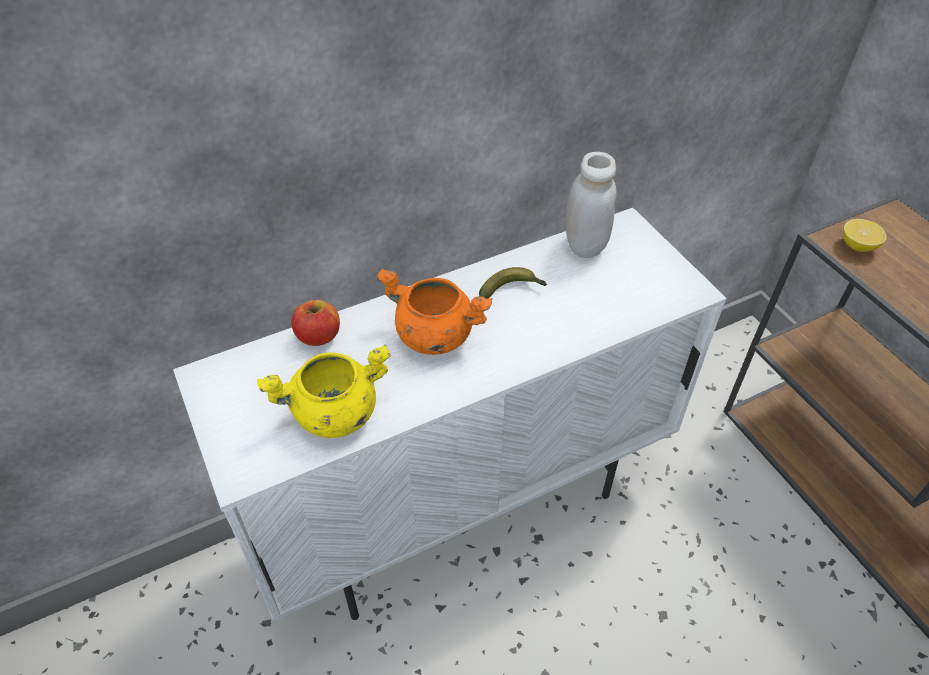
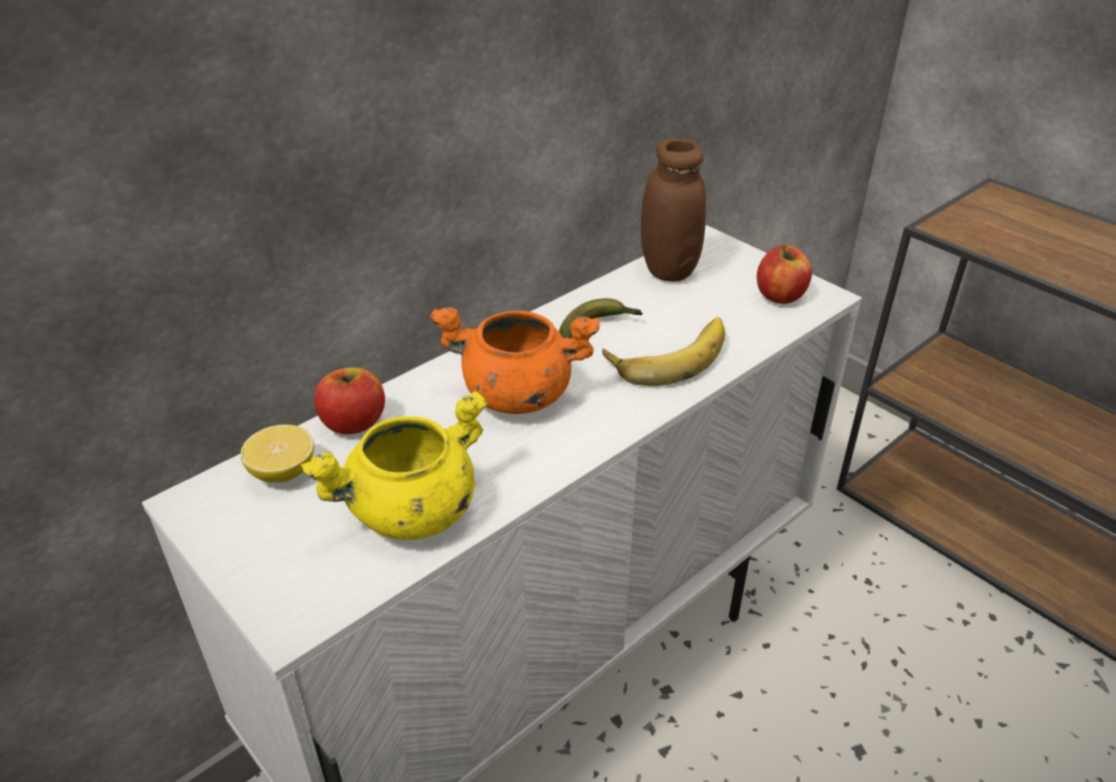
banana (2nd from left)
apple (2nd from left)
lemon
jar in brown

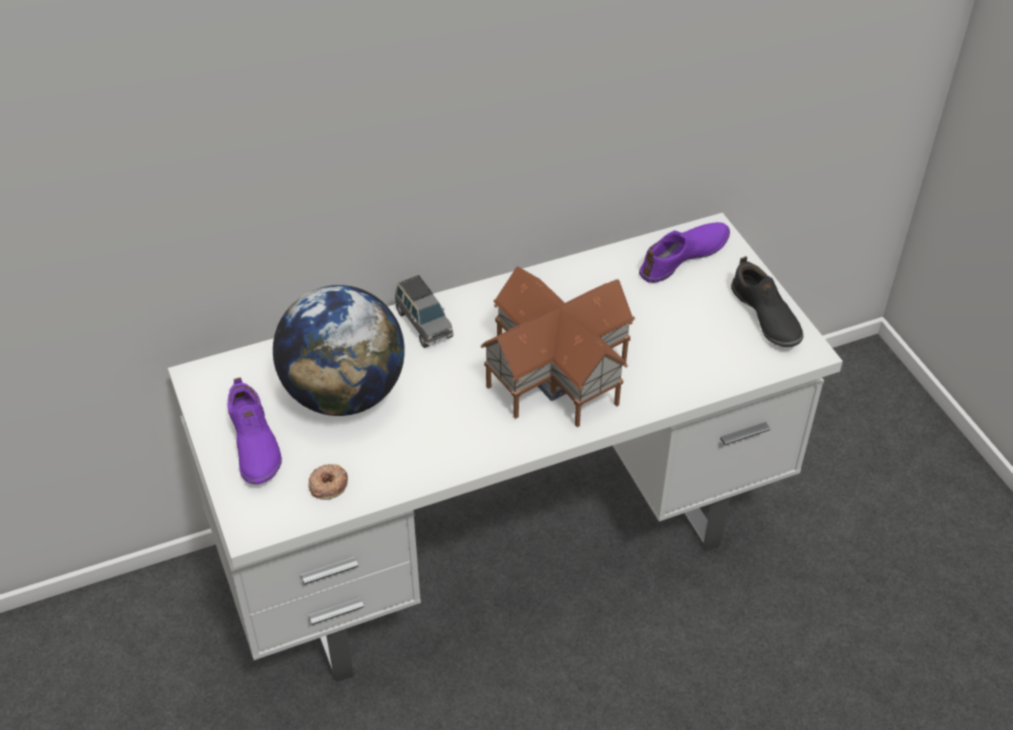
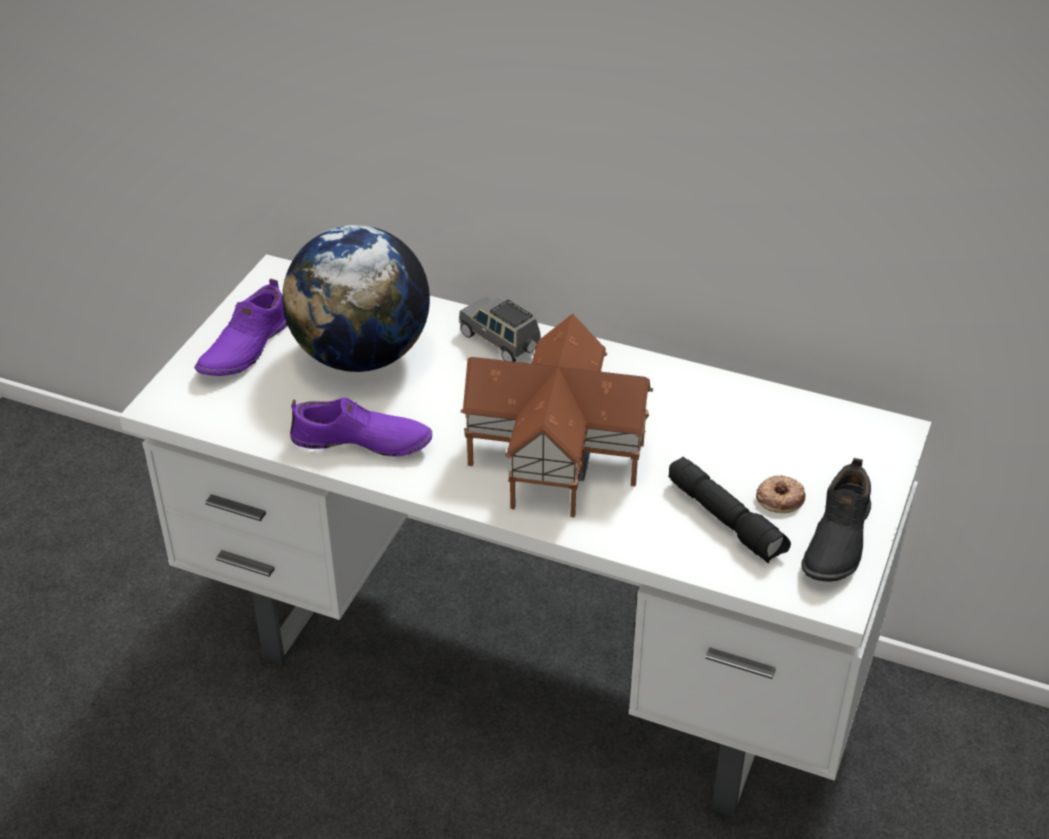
flashlight in black
donut
shoe in purple (2nd from left)
toy car in grey

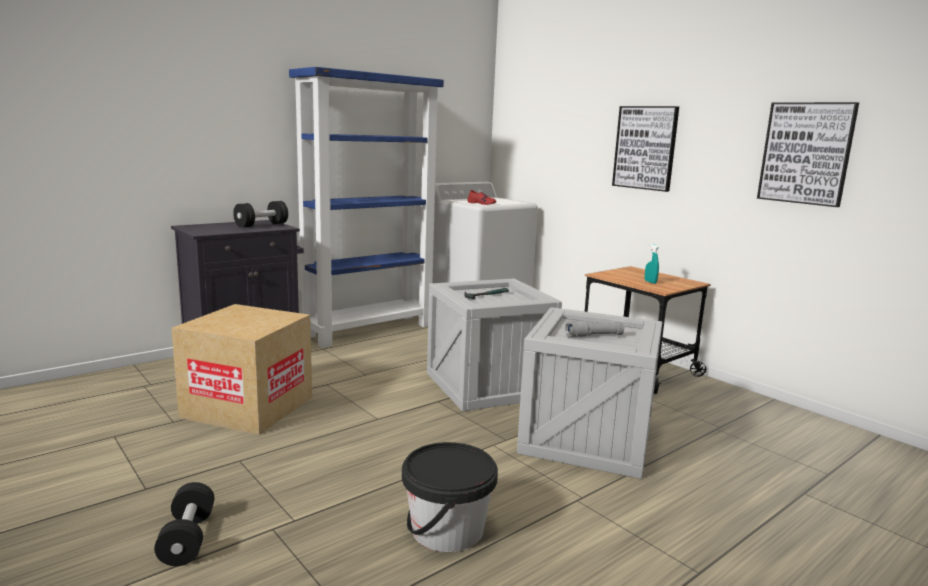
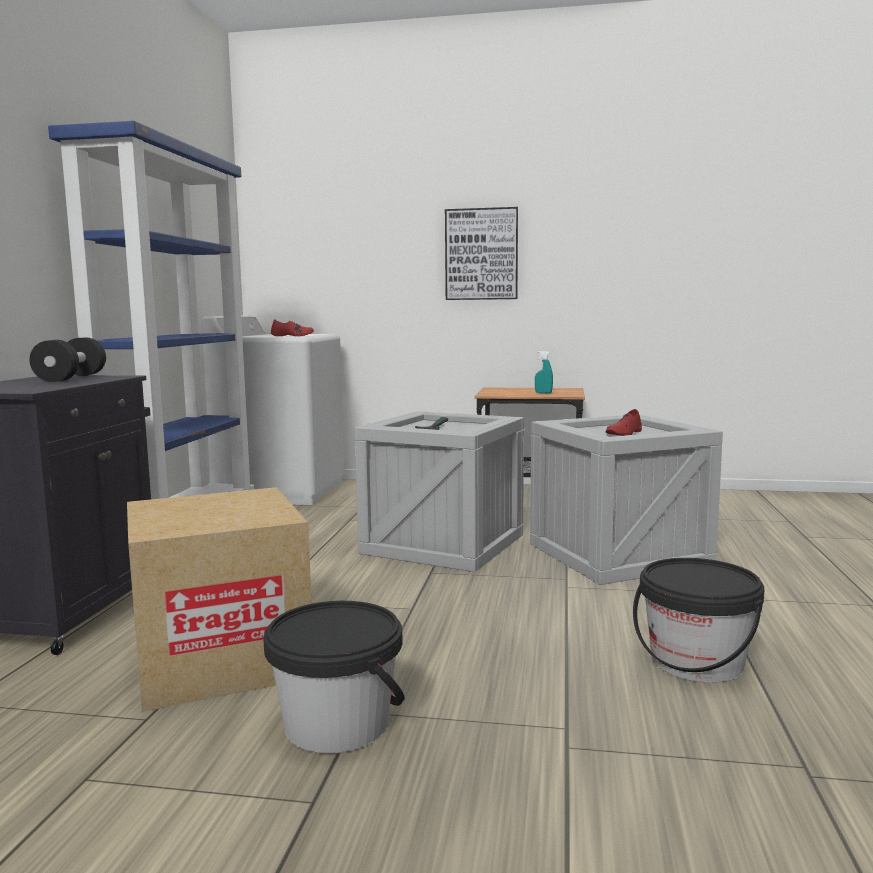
dumbbell in black (1st from left in the first image)
picture (2nd from left in the first image)
bucket in black (1st from left)
shoe in red (2nd from left)

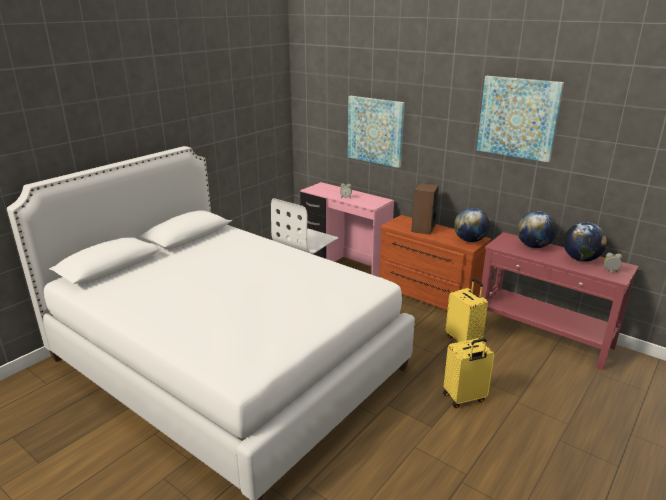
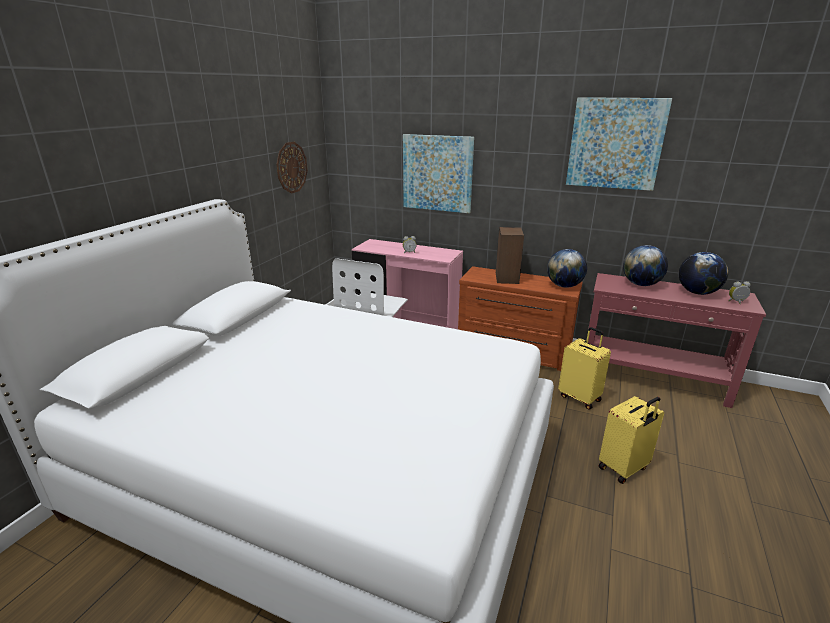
wall clock

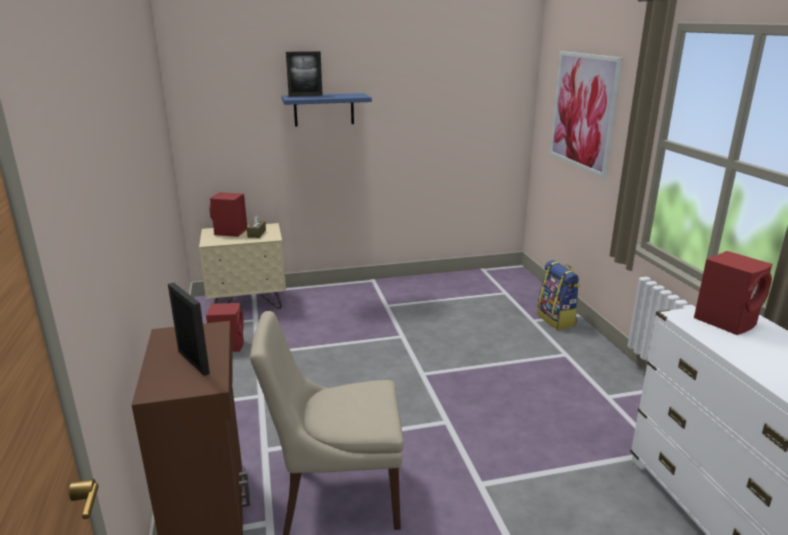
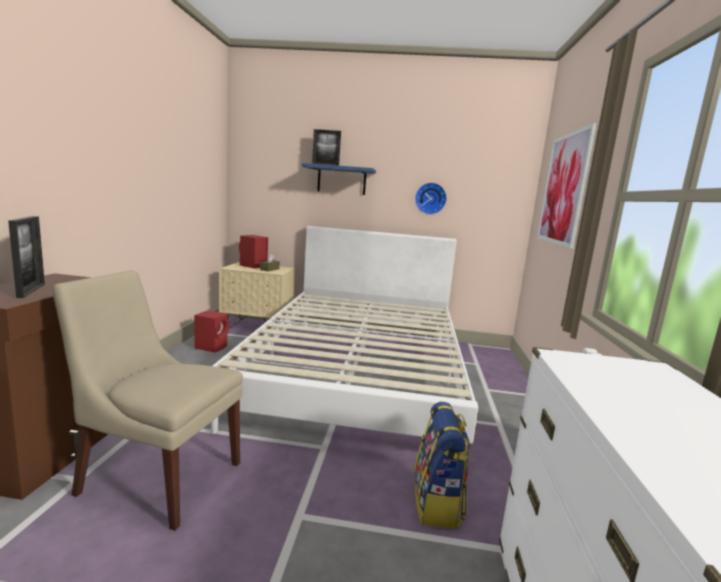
speaker in red (3rd from left in the first image)
bed in white
wall clock
backpack

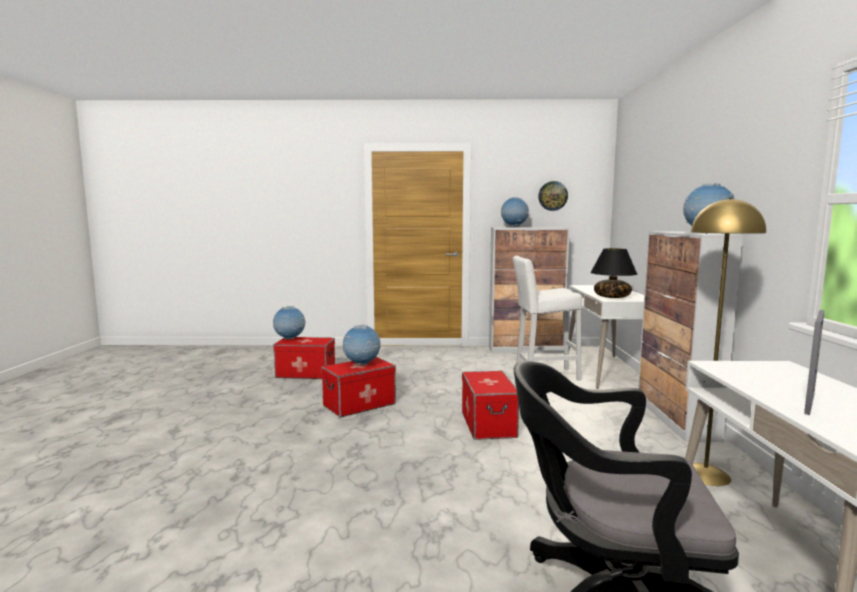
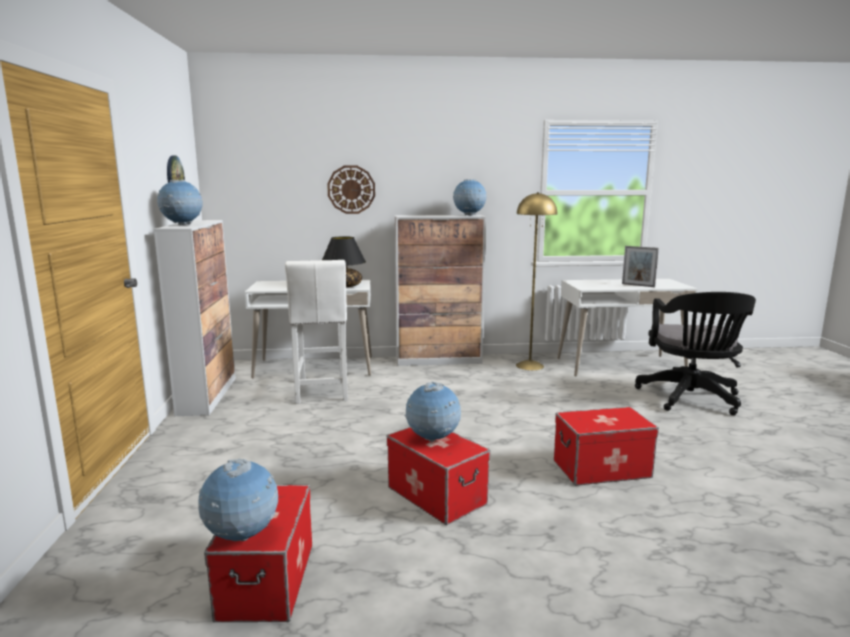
wall clock (2nd from left)
storage box (3rd from left)

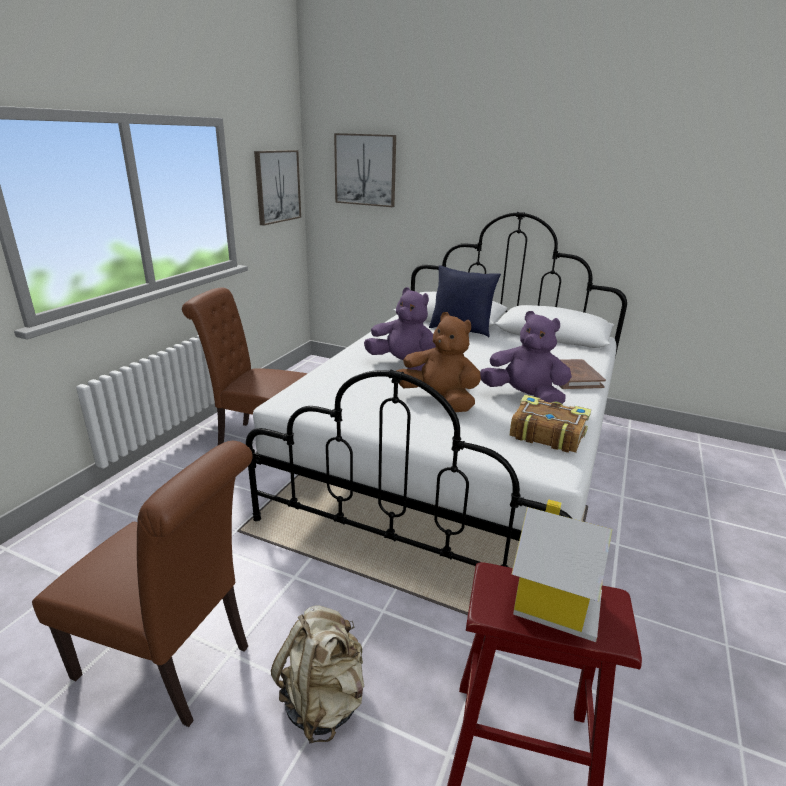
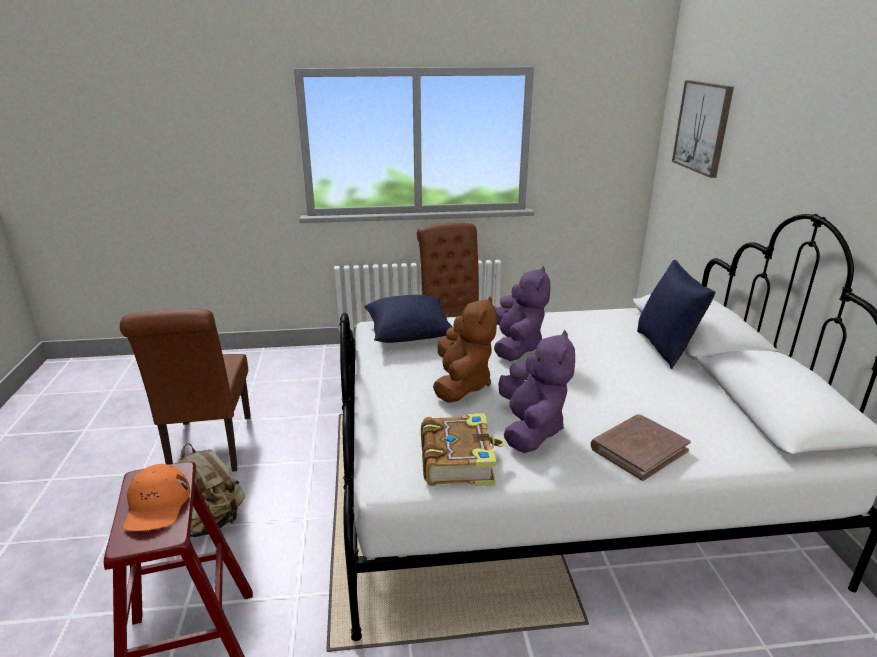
picture (1st from left in the first image)
pillow in blue (1st from left)
cap in orange

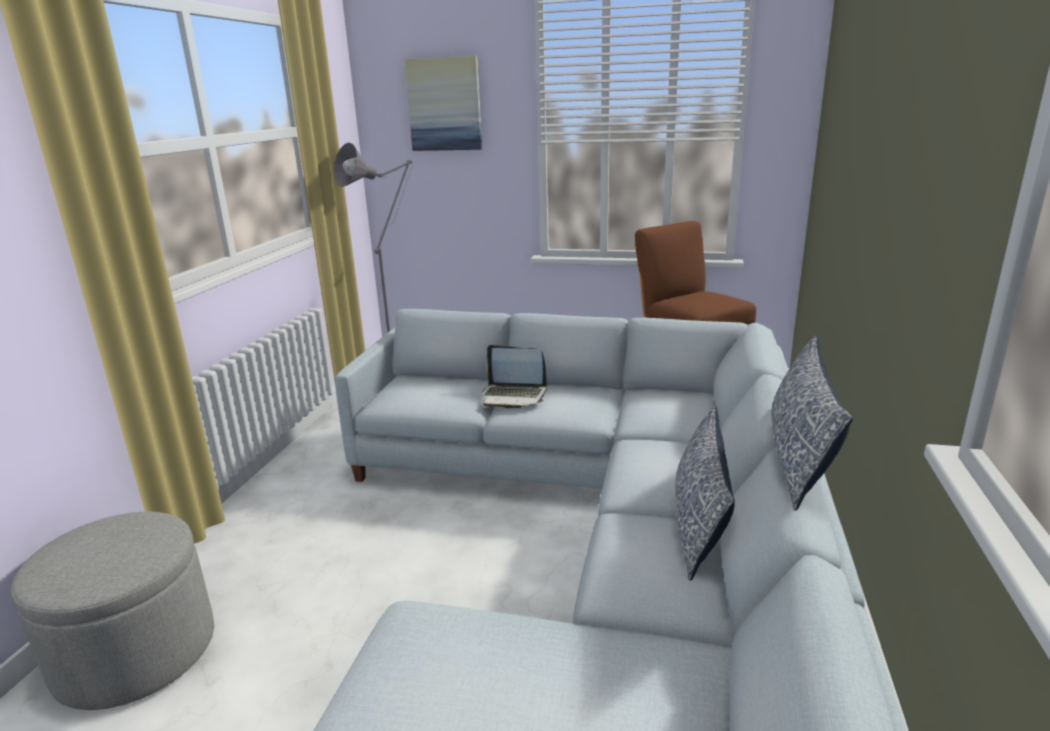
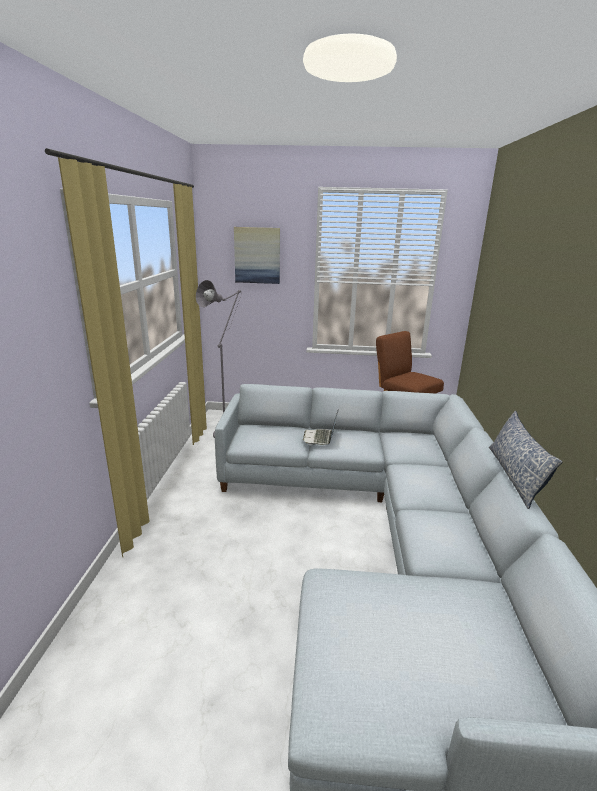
ottoman in grey
pillow (1st from left in the first image)
laptop

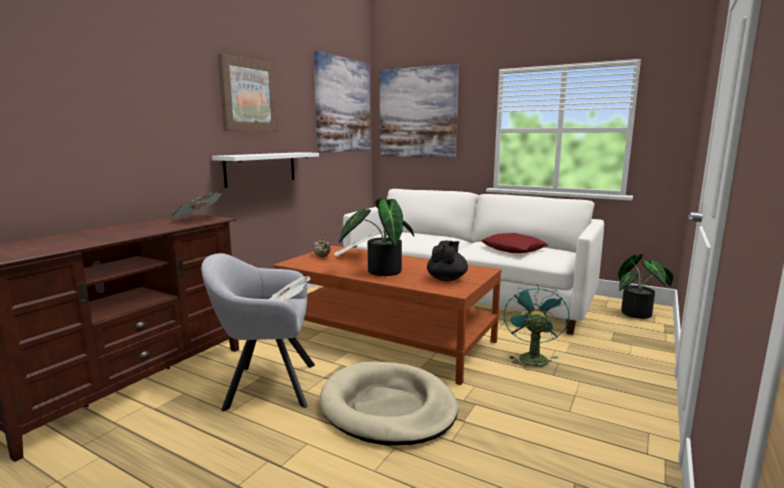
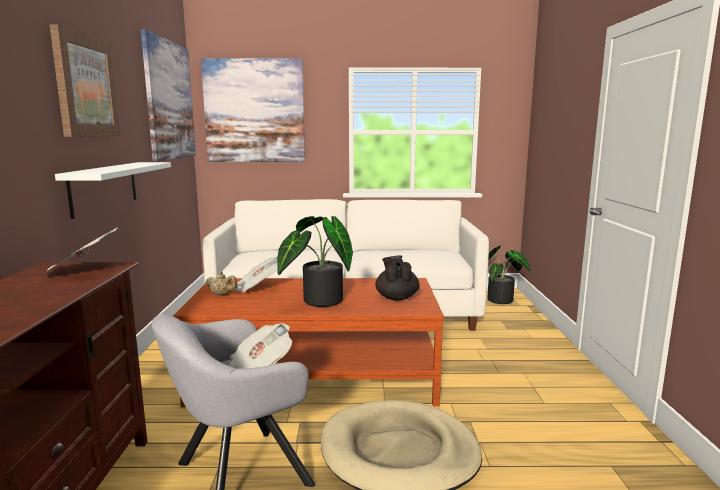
pillow in red
fan in turquoise

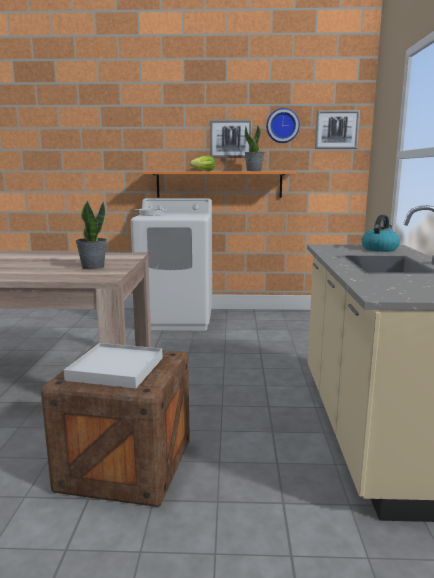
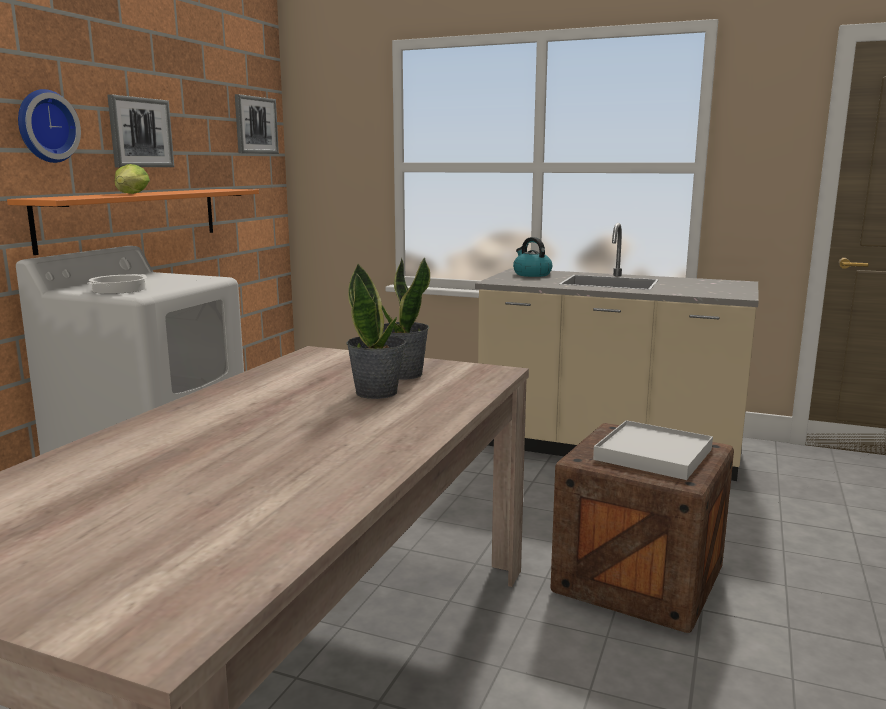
potted plant (1st from left)
wall clock

